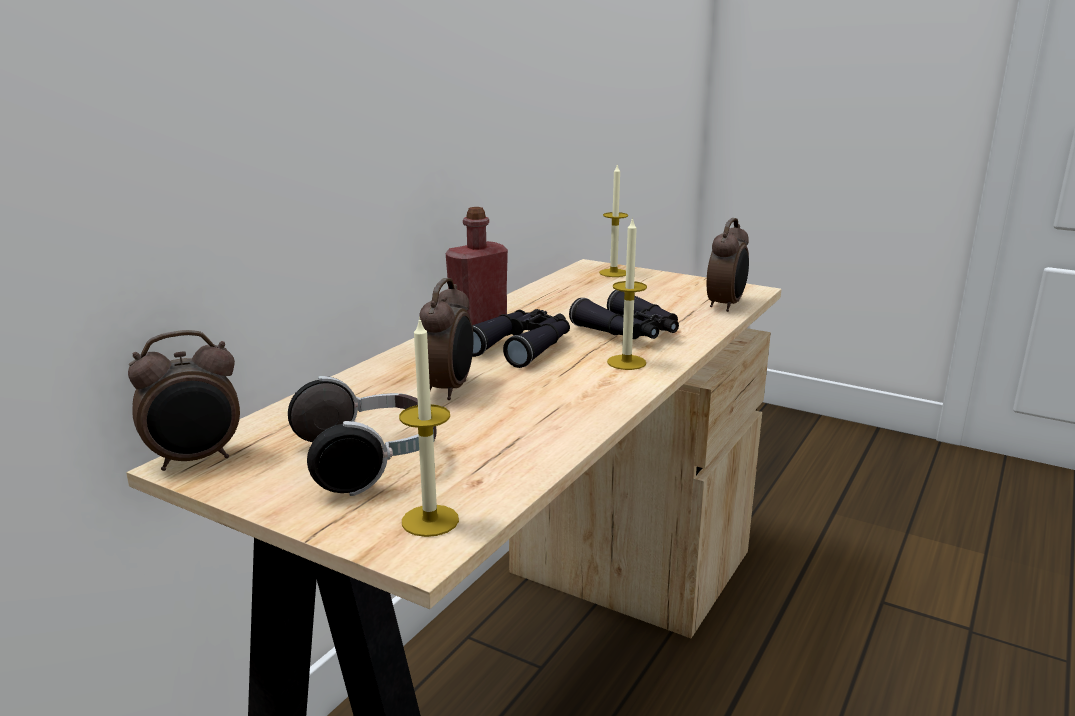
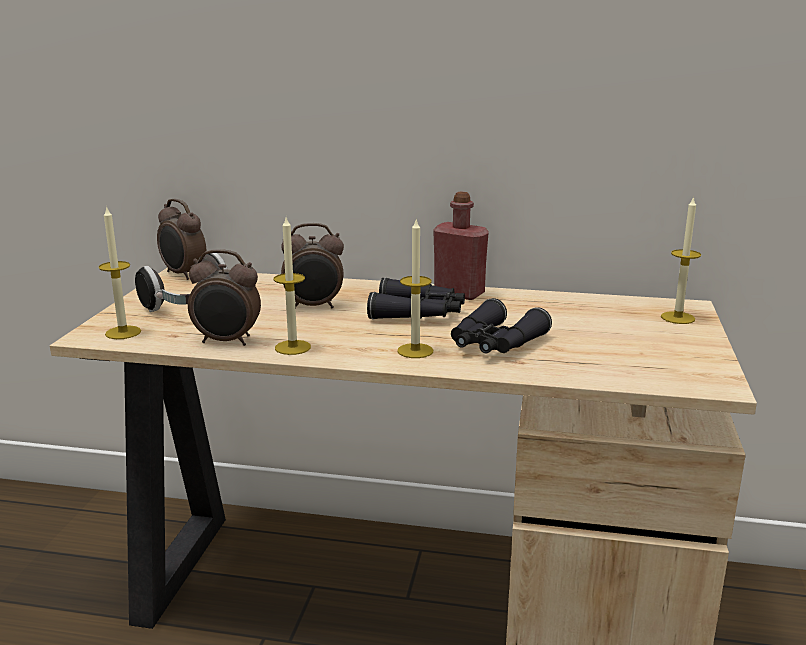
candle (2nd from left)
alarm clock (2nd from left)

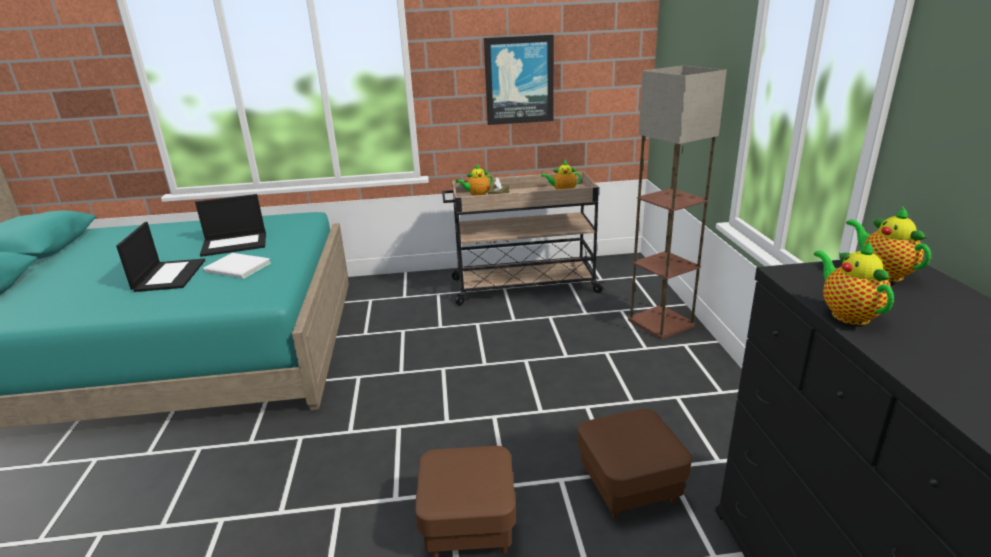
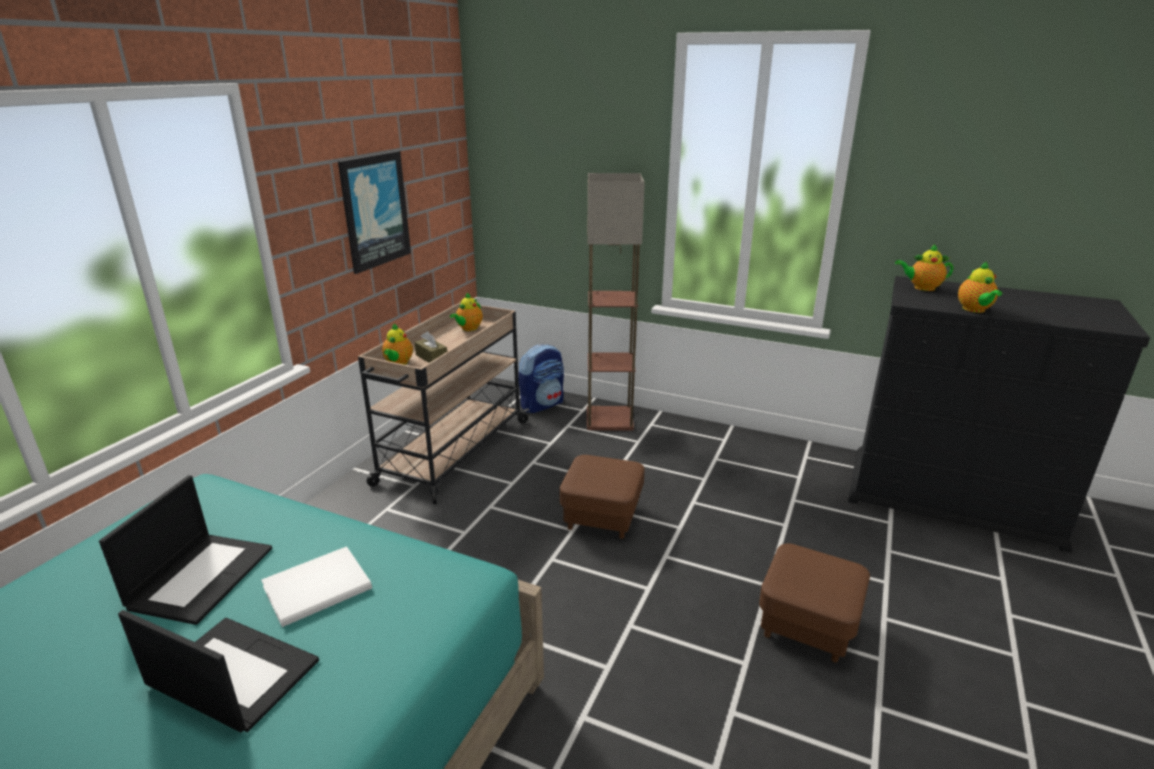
backpack
ottoman in brown (1st from left)
teapot (4th from left)

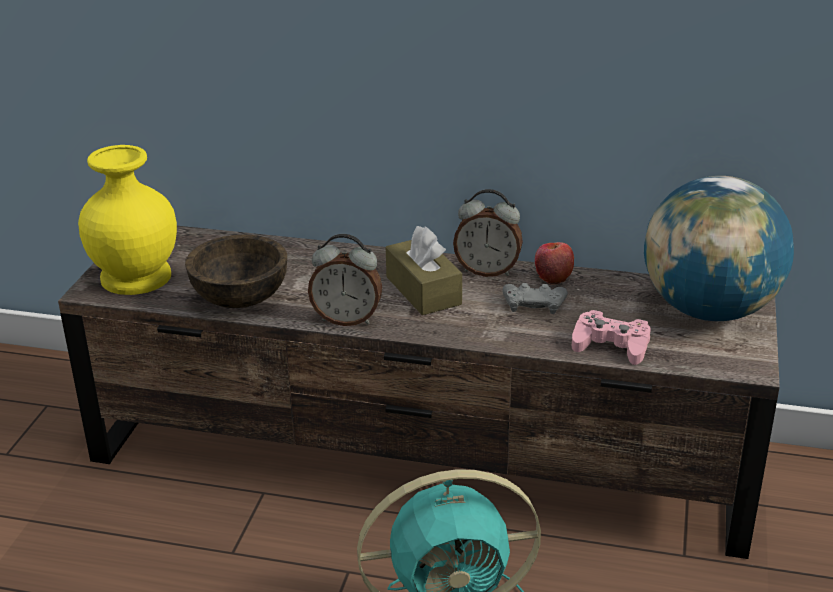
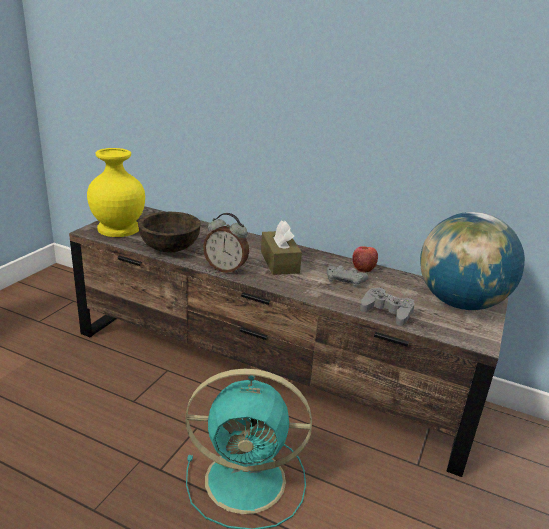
alarm clock (2nd from left in the first image)
game controller in grey (2nd from left)

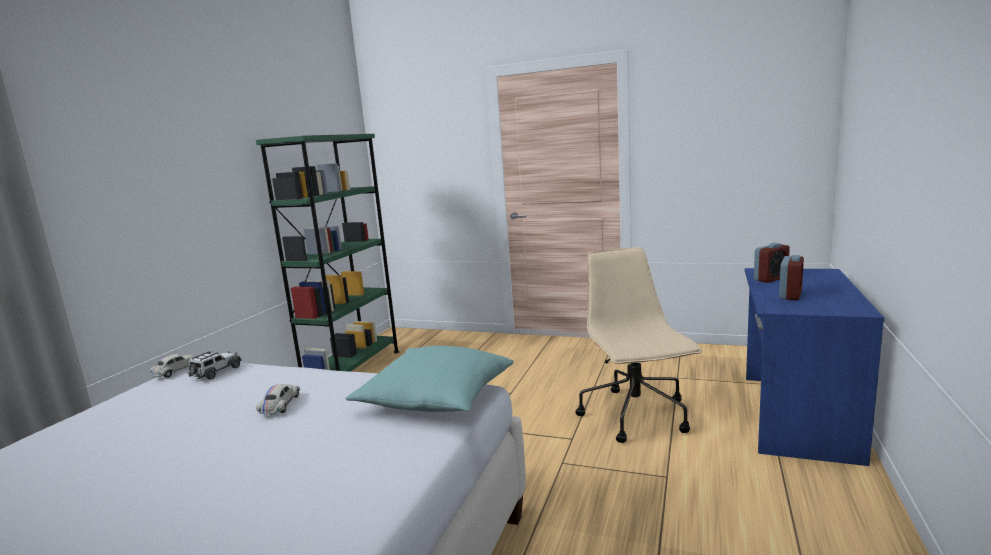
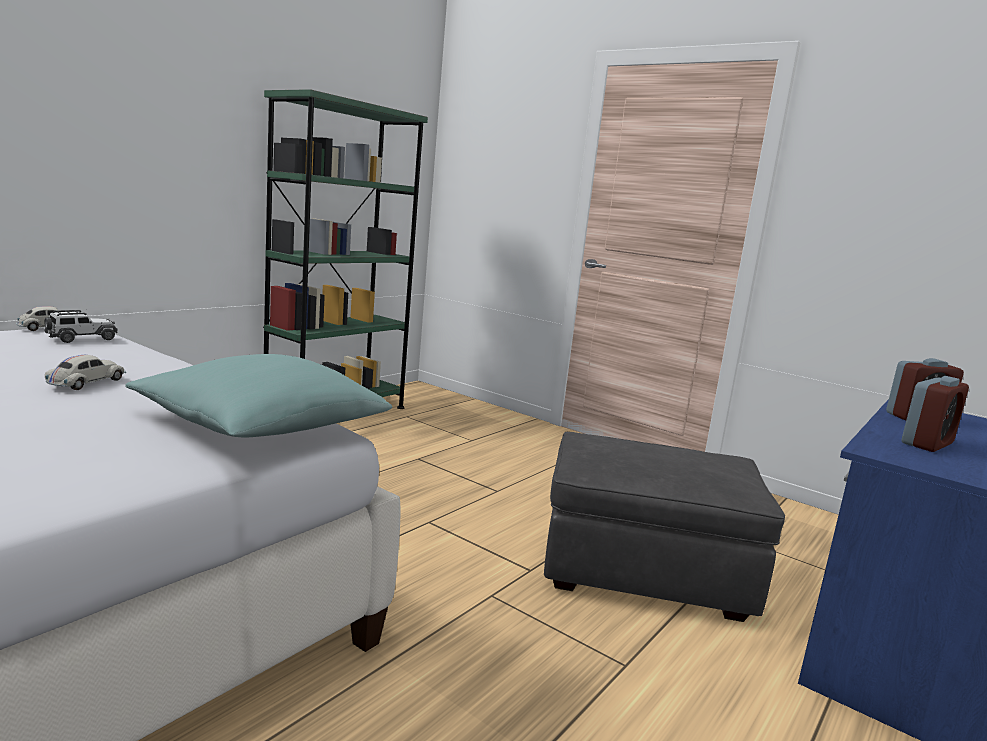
ottoman in grey

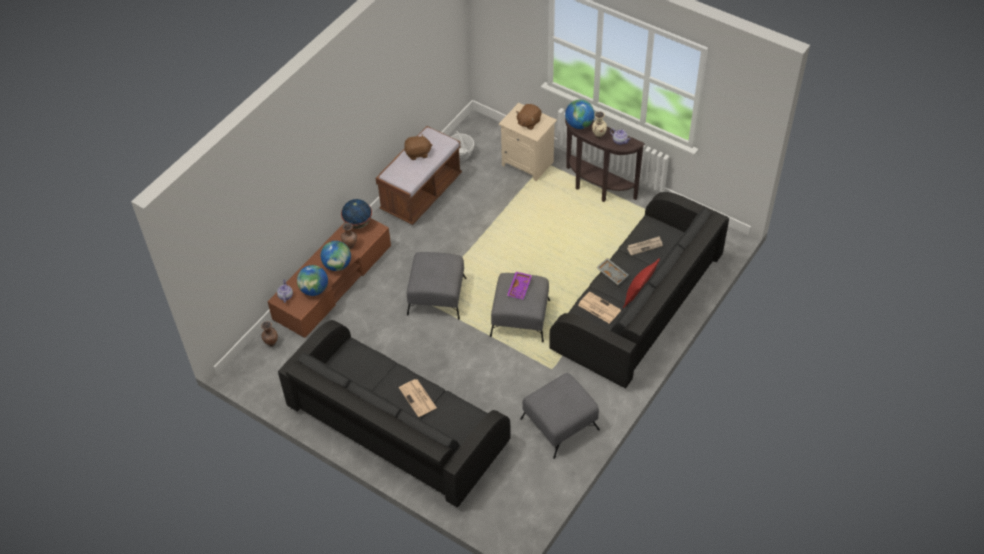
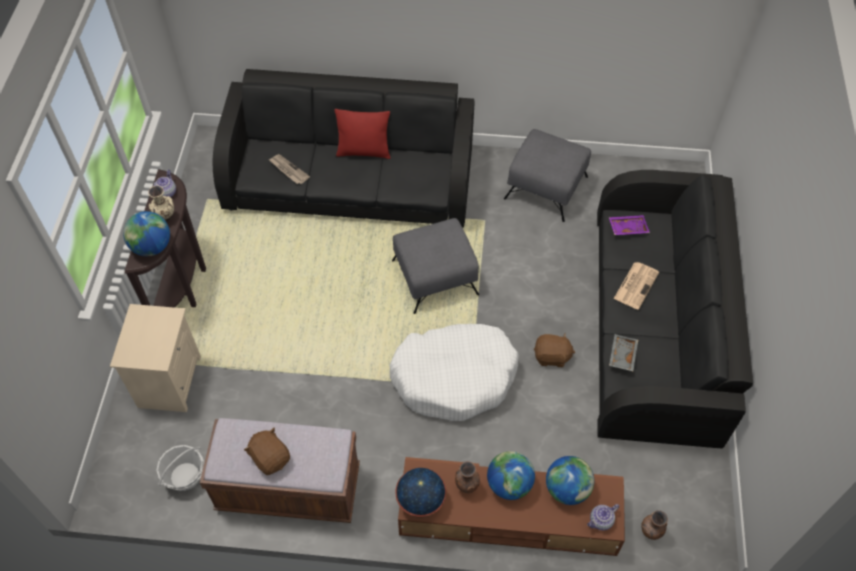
newspaper (2nd from left in the first image)
tray in purple
plush toy in brown (2nd from left)
tray in grey
dog bed in white

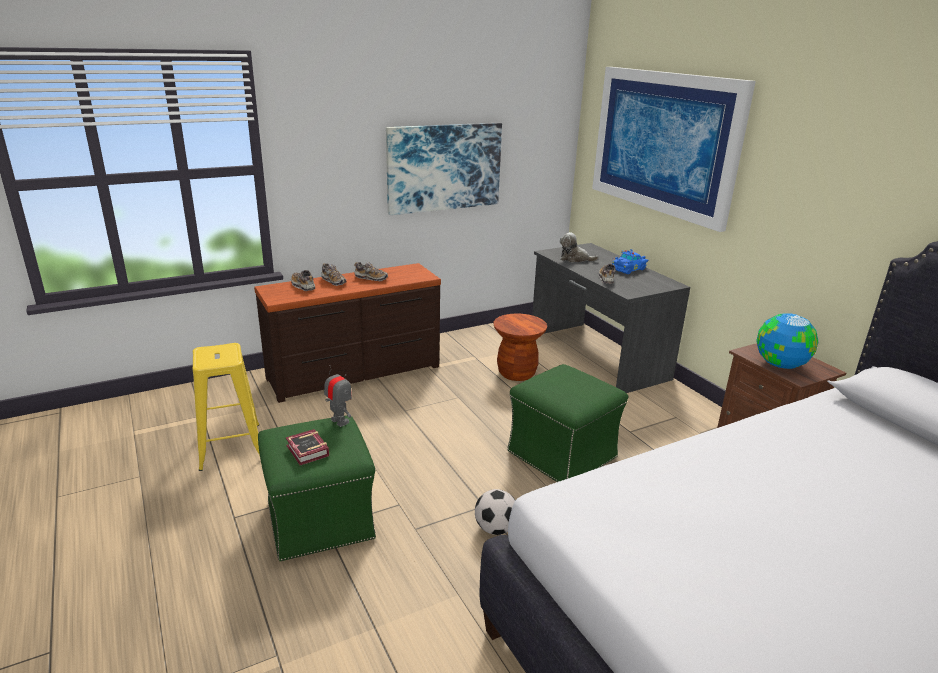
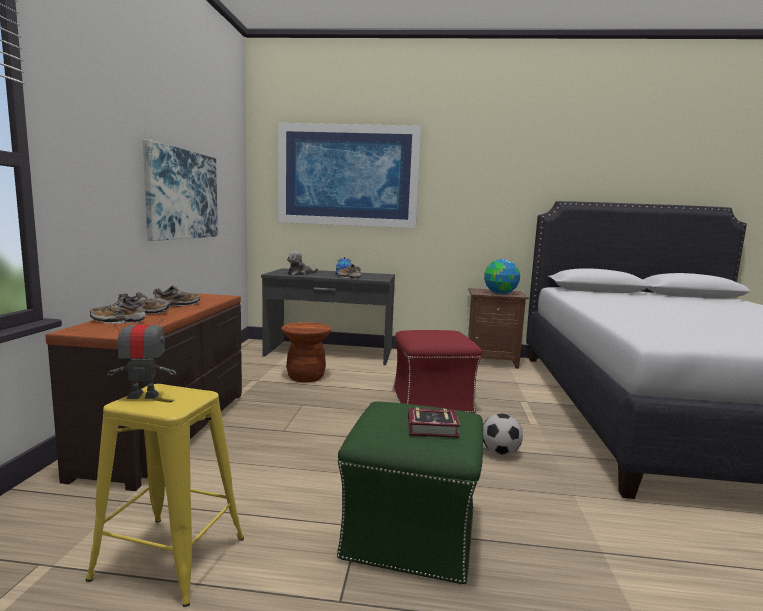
toy robot
ottoman in red

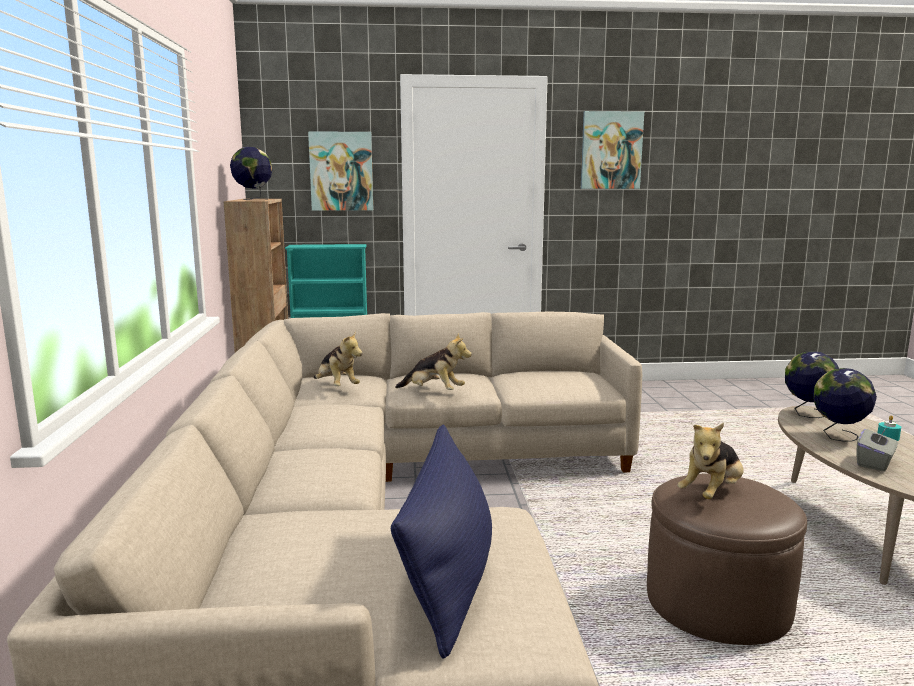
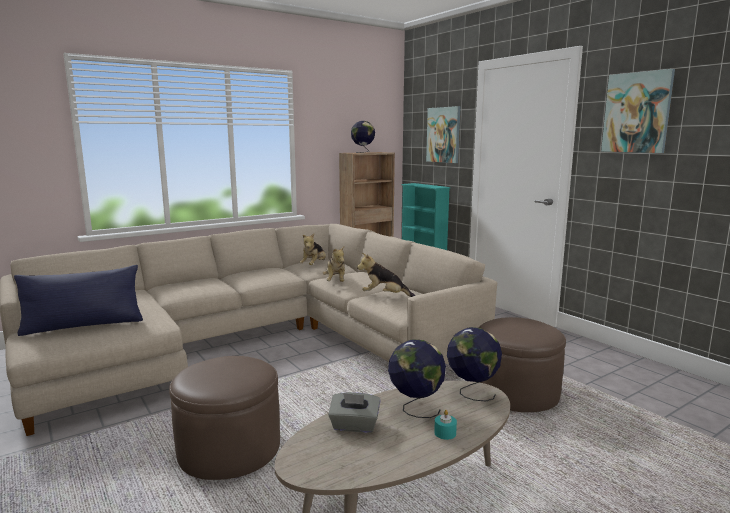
ottoman in brown (2nd from left)
plush toy (3rd from left)

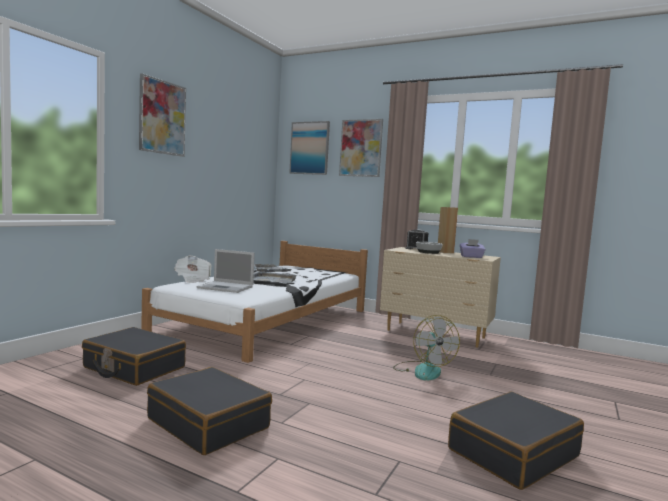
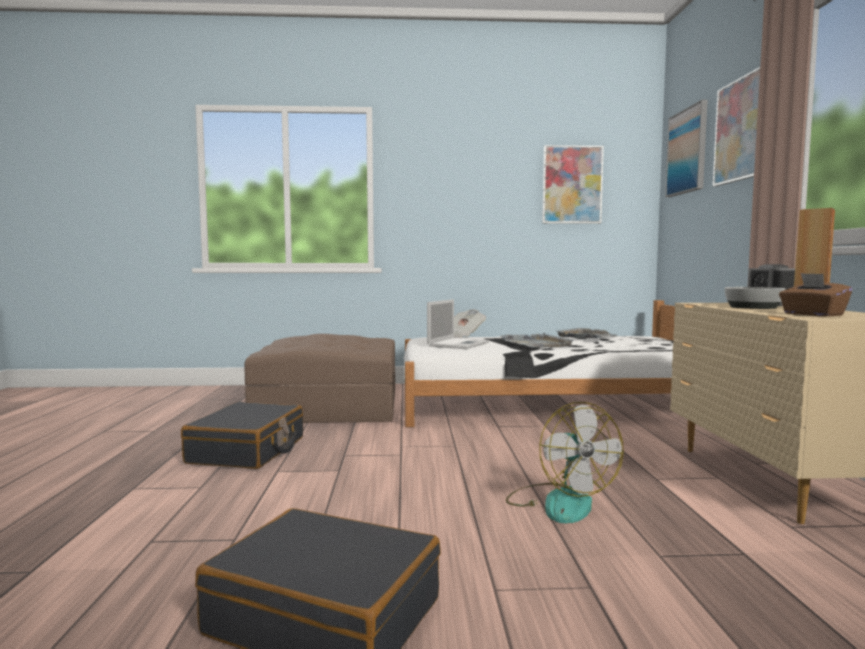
picture (1st from left)
ottoman in brown
tissue box in brown
laptop
fan

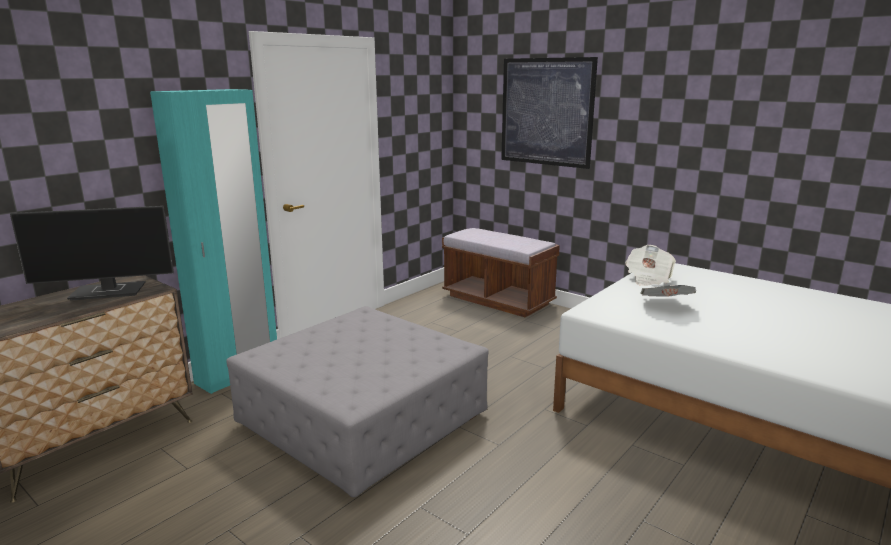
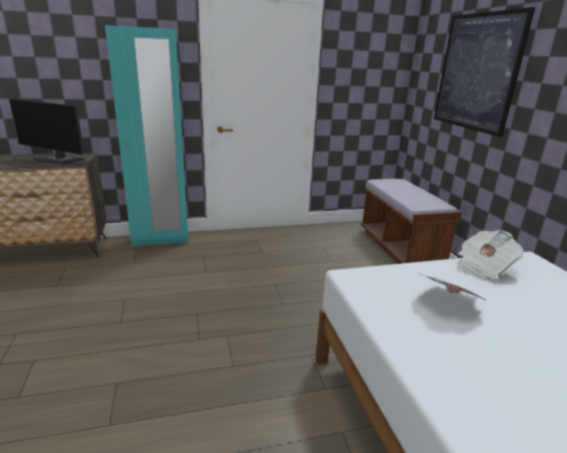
ottoman in grey

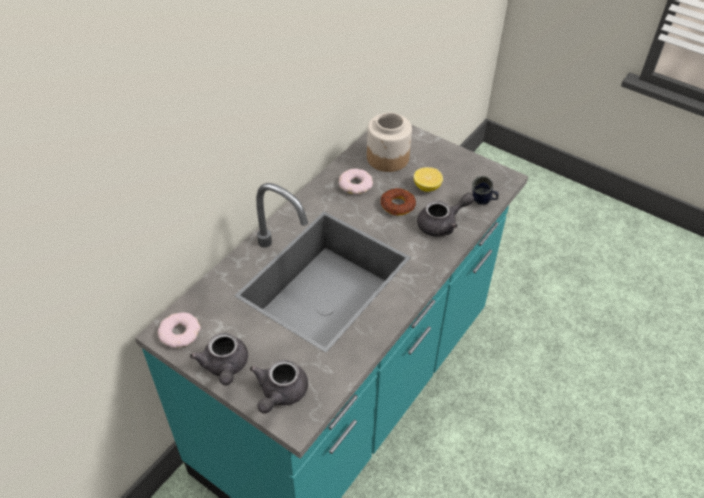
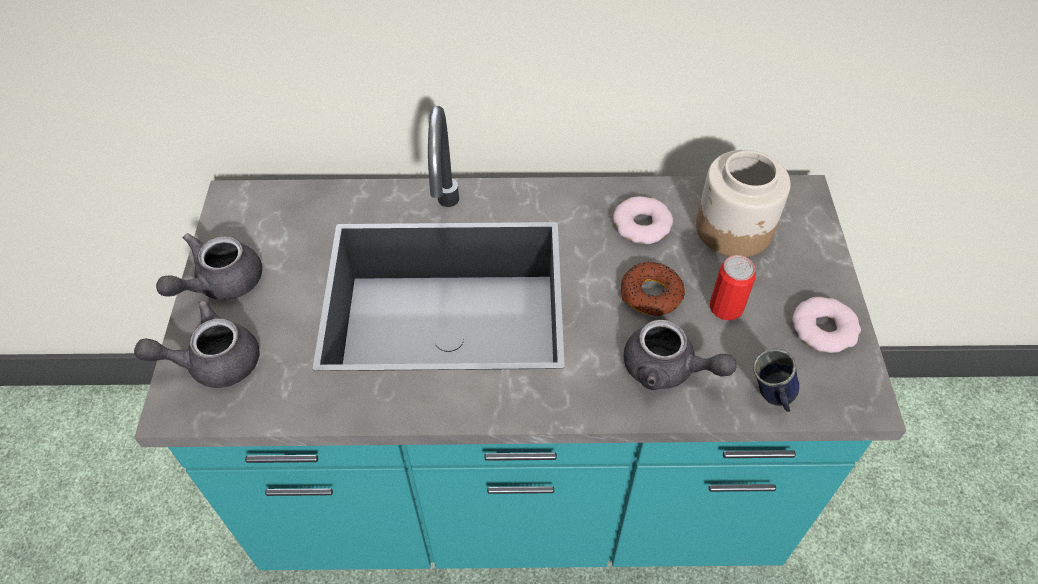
donut (3rd from left)
can

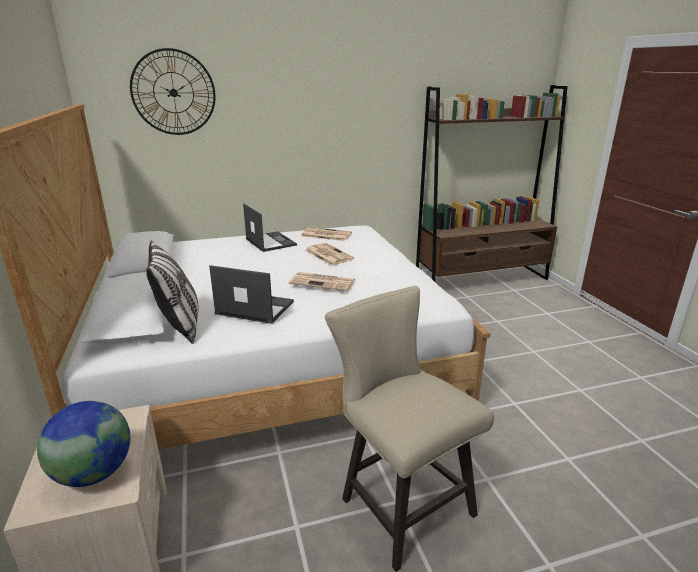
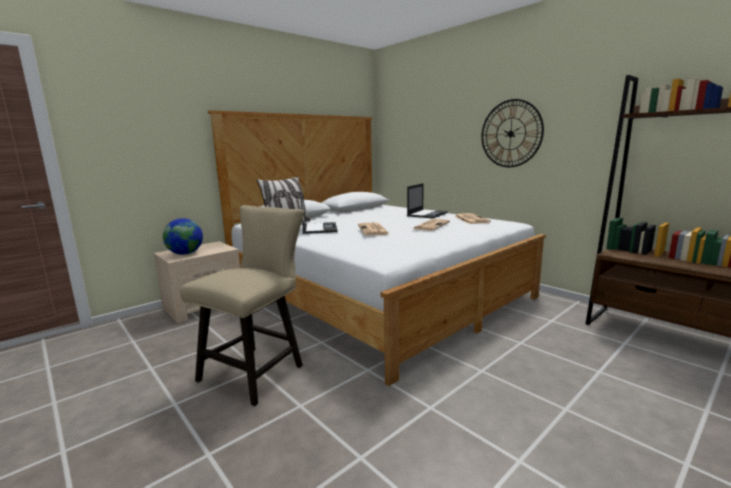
wall clock

